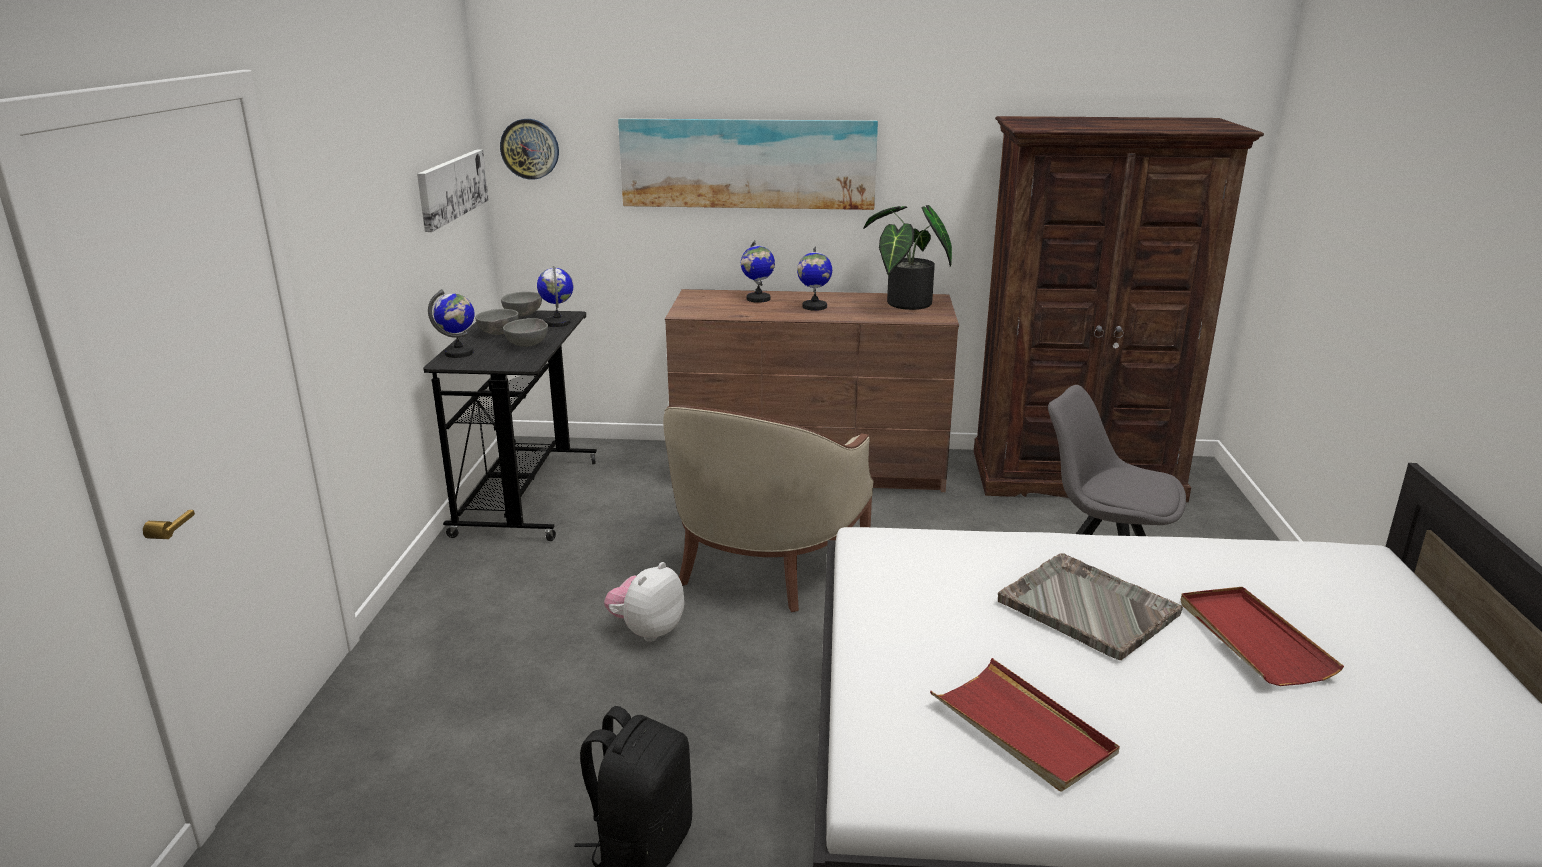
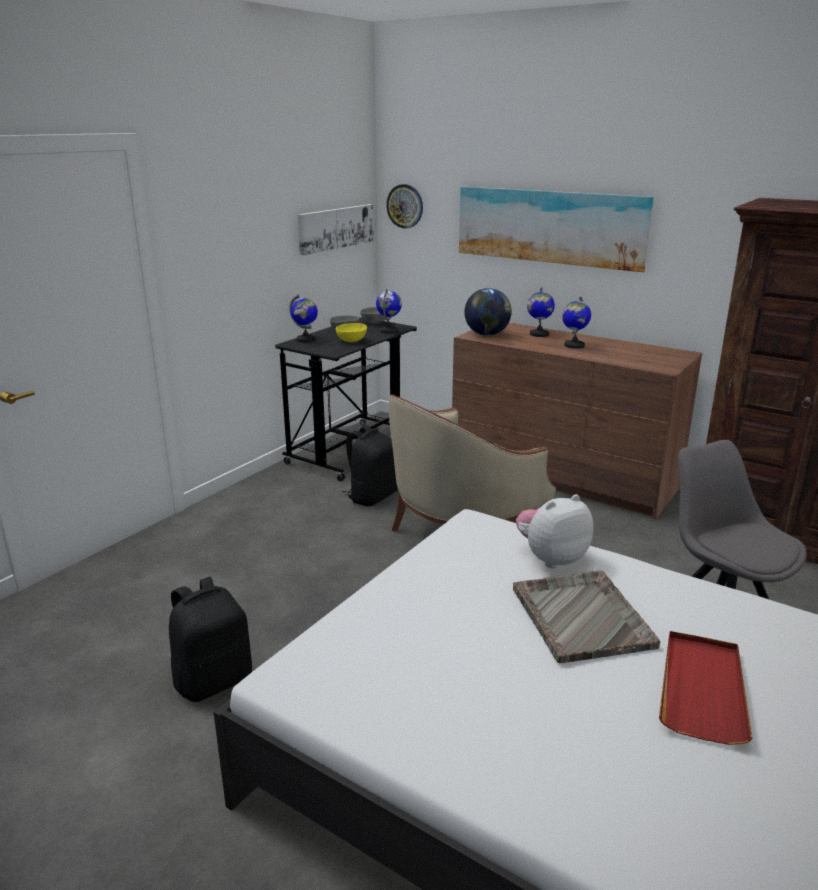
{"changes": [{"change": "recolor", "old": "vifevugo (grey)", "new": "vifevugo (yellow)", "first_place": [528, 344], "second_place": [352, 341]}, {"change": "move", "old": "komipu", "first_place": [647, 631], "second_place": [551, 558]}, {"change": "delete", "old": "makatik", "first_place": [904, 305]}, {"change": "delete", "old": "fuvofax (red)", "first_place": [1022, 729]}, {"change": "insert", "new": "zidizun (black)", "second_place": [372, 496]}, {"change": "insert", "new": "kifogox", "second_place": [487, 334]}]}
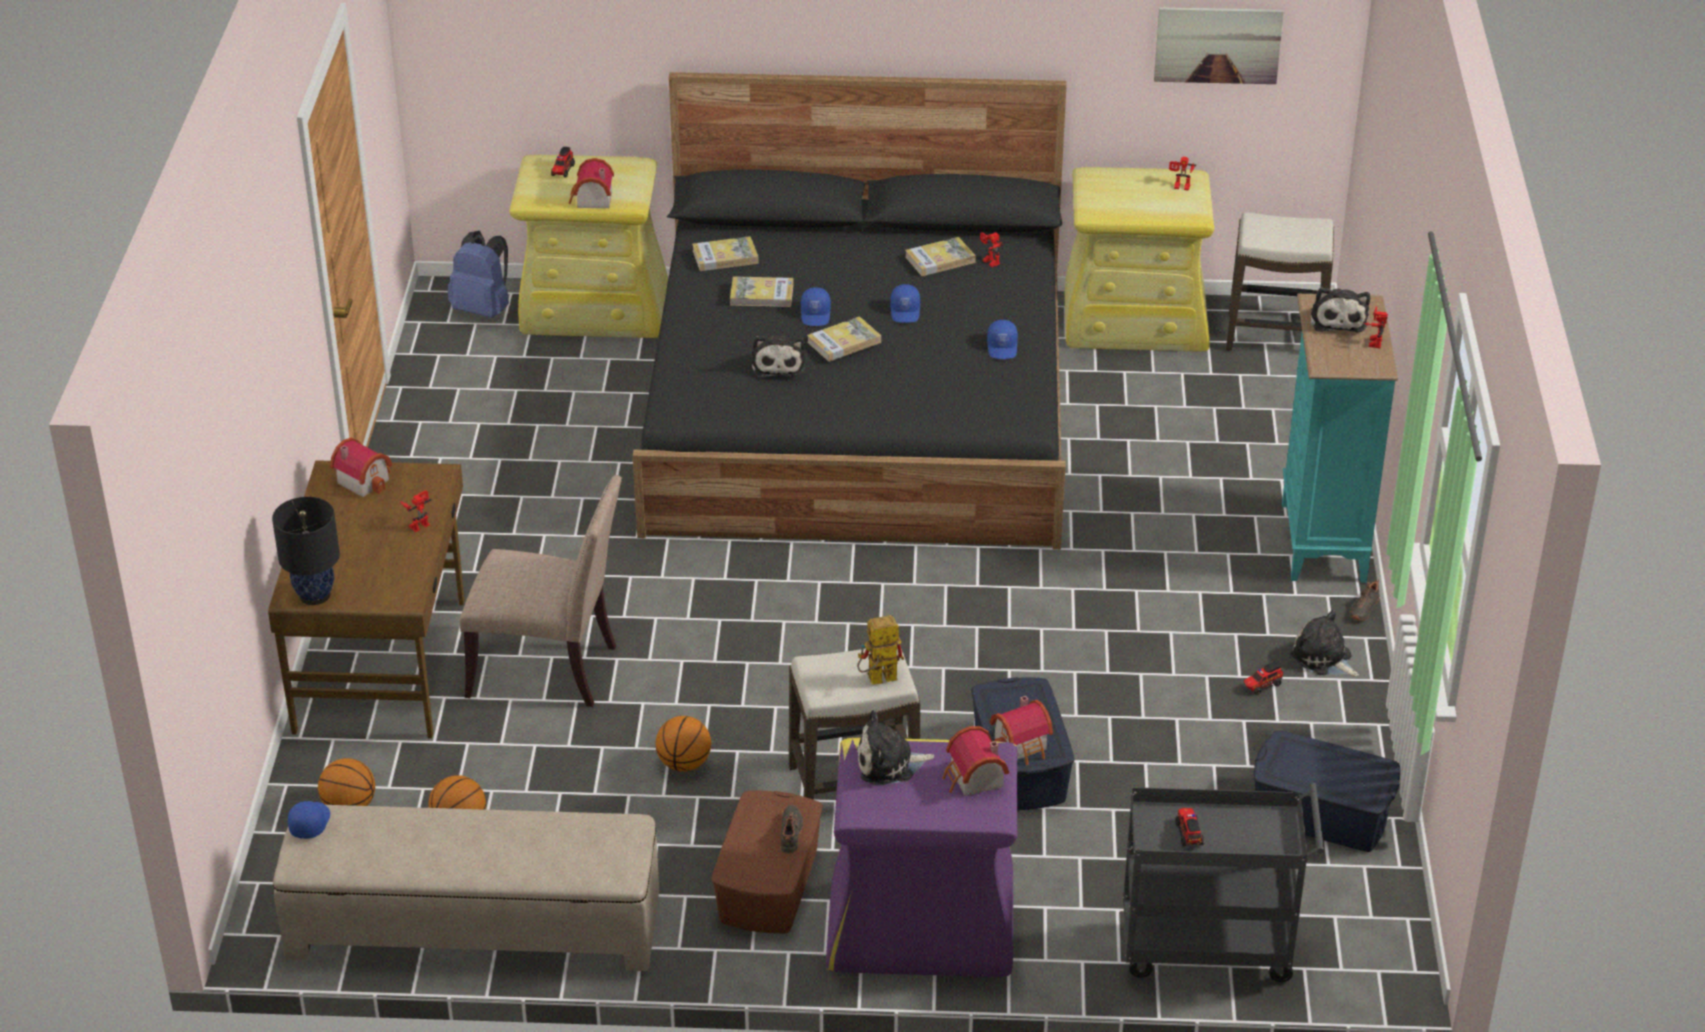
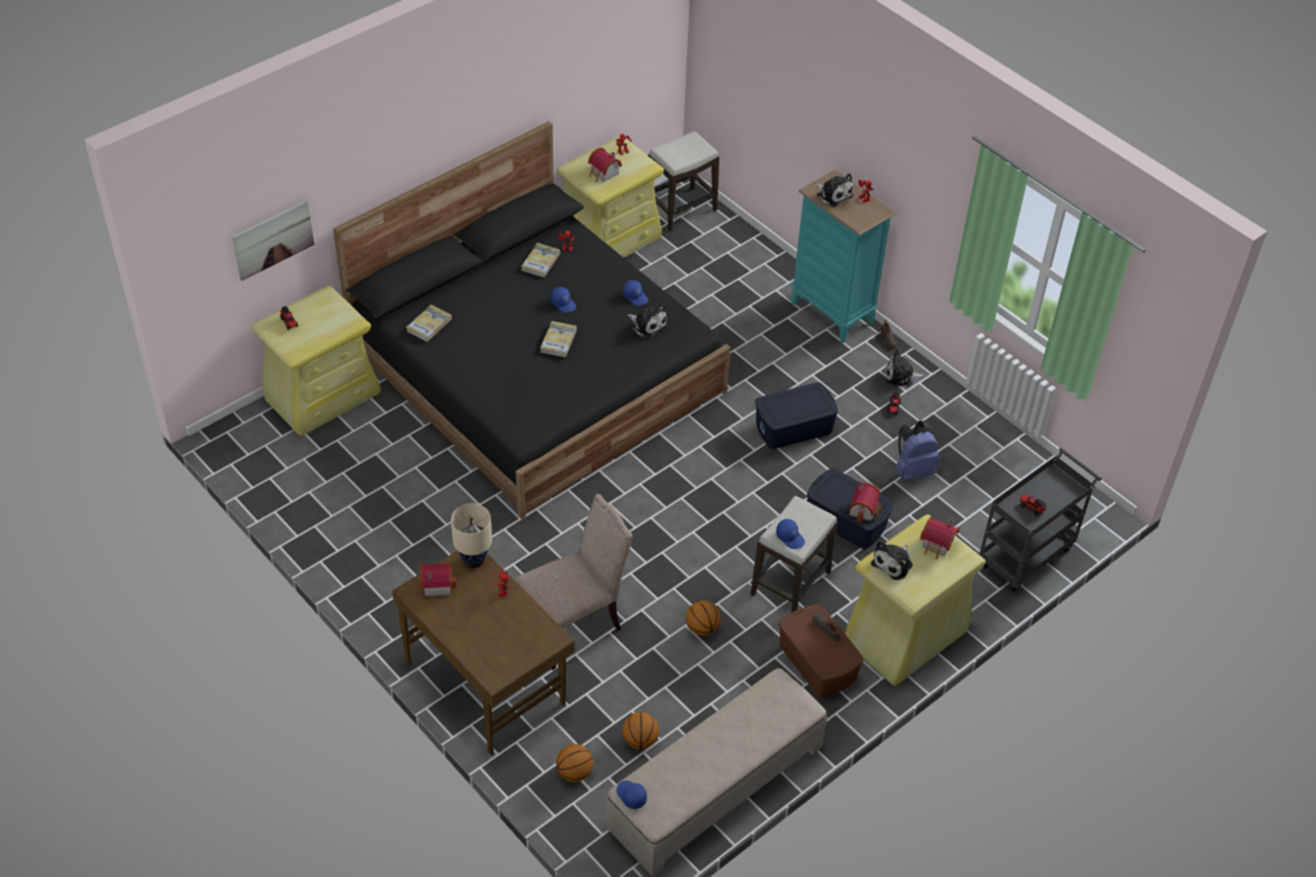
{"changes": [{"change": "delete", "old": "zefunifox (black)", "first_place": [315, 595]}, {"change": "move", "old": "zidizun (blue)", "first_place": [484, 309], "second_place": [913, 470]}, {"change": "move", "old": "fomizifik", "first_place": [591, 200], "second_place": [603, 174]}, {"change": "delete", "old": "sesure", "first_place": [761, 295]}, {"change": "move", "old": "komipu", "first_place": [778, 364], "second_place": [647, 325]}, {"change": "move", "old": "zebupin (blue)", "first_place": [816, 315], "second_place": [790, 537]}, {"change": "recolor", "old": "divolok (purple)", "new": "divolok (yellow)", "first_place": [919, 927], "second_place": [904, 634]}, {"change": "delete", "old": "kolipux", "first_place": [876, 680]}, {"change": "move", "old": "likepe", "first_place": [1218, 44], "second_place": [273, 239]}, {"change": "move", "old": "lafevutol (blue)", "first_place": [1321, 815], "second_place": [794, 428]}, {"change": "insert", "new": "zefunifox (beige)", "second_place": [473, 560]}]}
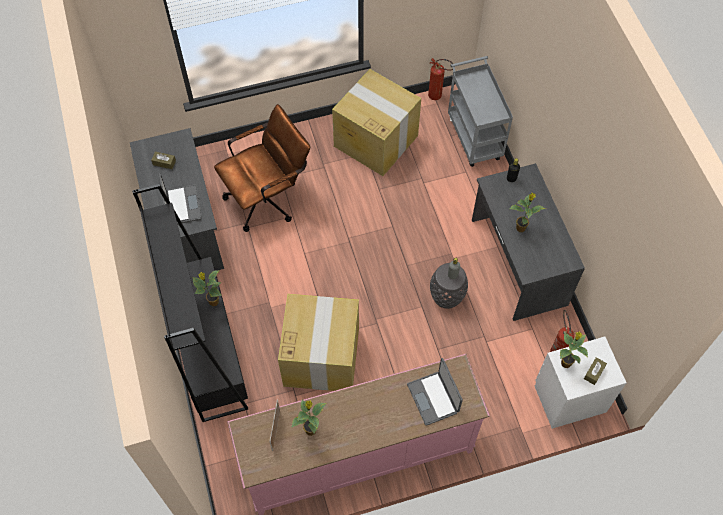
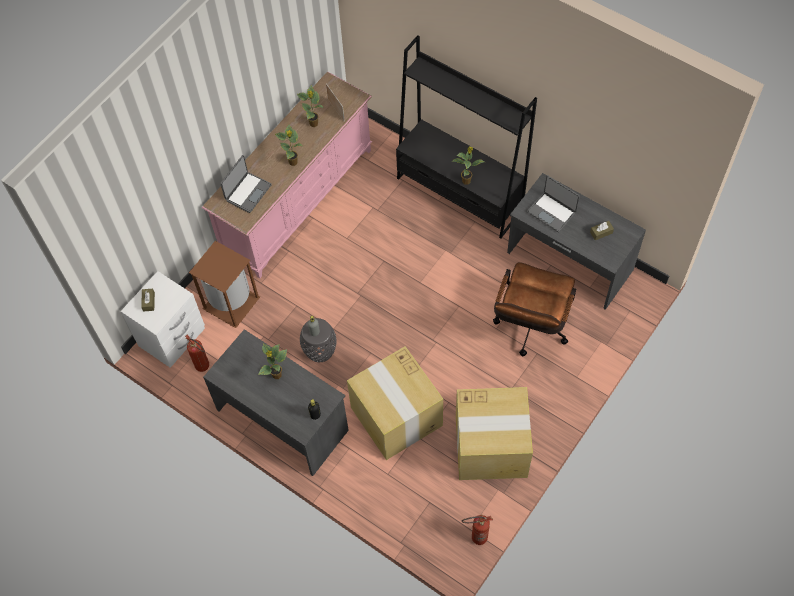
{"changes": [{"change": "move", "old": "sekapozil", "first_place": [321, 356], "second_place": [397, 417]}, {"change": "rotate", "old": "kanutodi", "first_place": [434, 398], "second_place": [247, 192], "degrees": 90}, {"change": "delete", "old": "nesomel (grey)", "first_place": [473, 138]}, {"change": "move", "old": "makatik", "first_place": [566, 362], "second_place": [293, 162]}, {"change": "insert", "new": "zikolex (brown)", "second_place": [231, 302]}]}
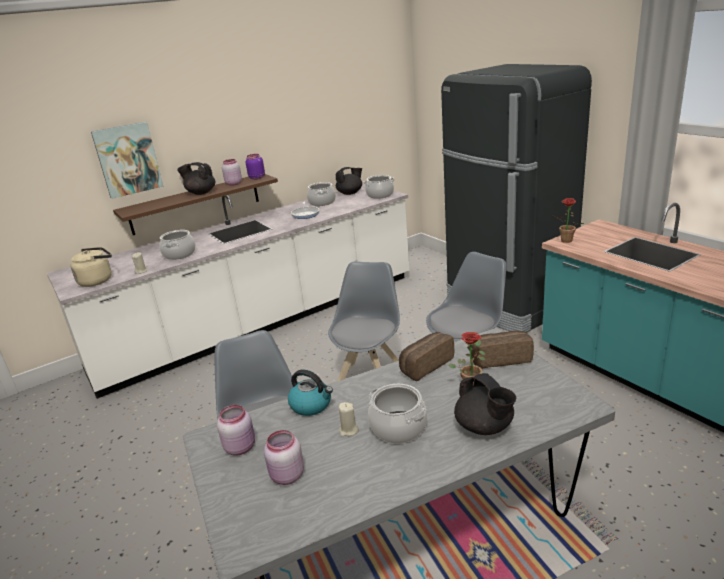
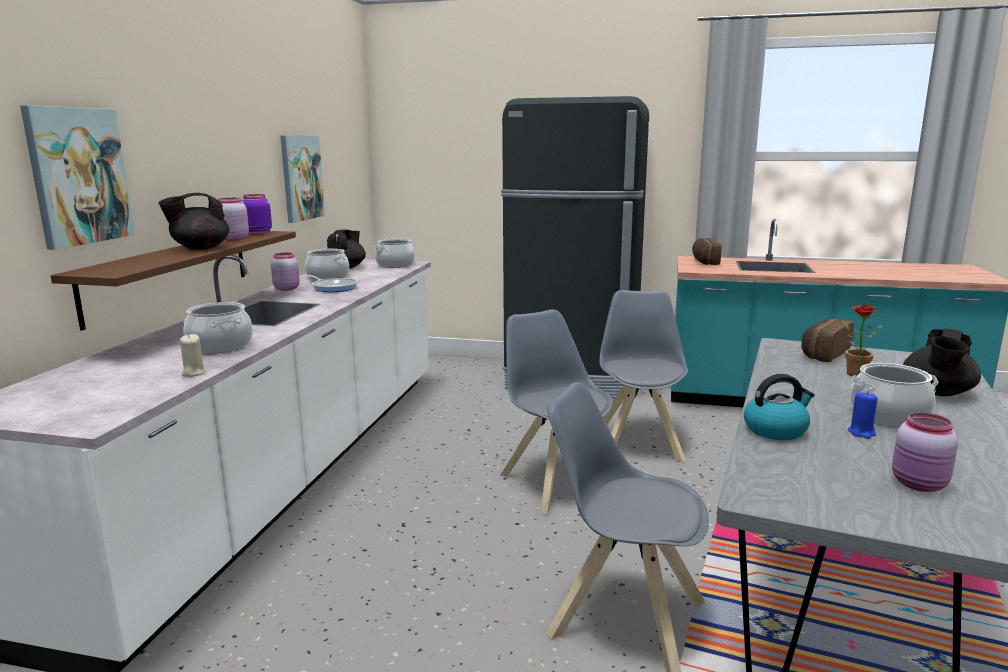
{"changes": [{"change": "delete", "old": "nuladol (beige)", "first_place": [98, 280]}, {"change": "move", "old": "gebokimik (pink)", "first_place": [241, 447], "second_place": [286, 288]}, {"change": "recolor", "old": "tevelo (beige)", "new": "tevelo (blue)", "first_place": [348, 430], "second_place": [861, 433]}, {"change": "move", "old": "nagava", "first_place": [425, 365], "second_place": [704, 261]}, {"change": "rotate", "old": "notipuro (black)", "first_place": [485, 427], "second_place": [937, 392], "degrees": 105}, {"change": "delete", "old": "makatik", "first_place": [564, 241]}, {"change": "insert", "new": "likepe", "second_place": [301, 177]}]}
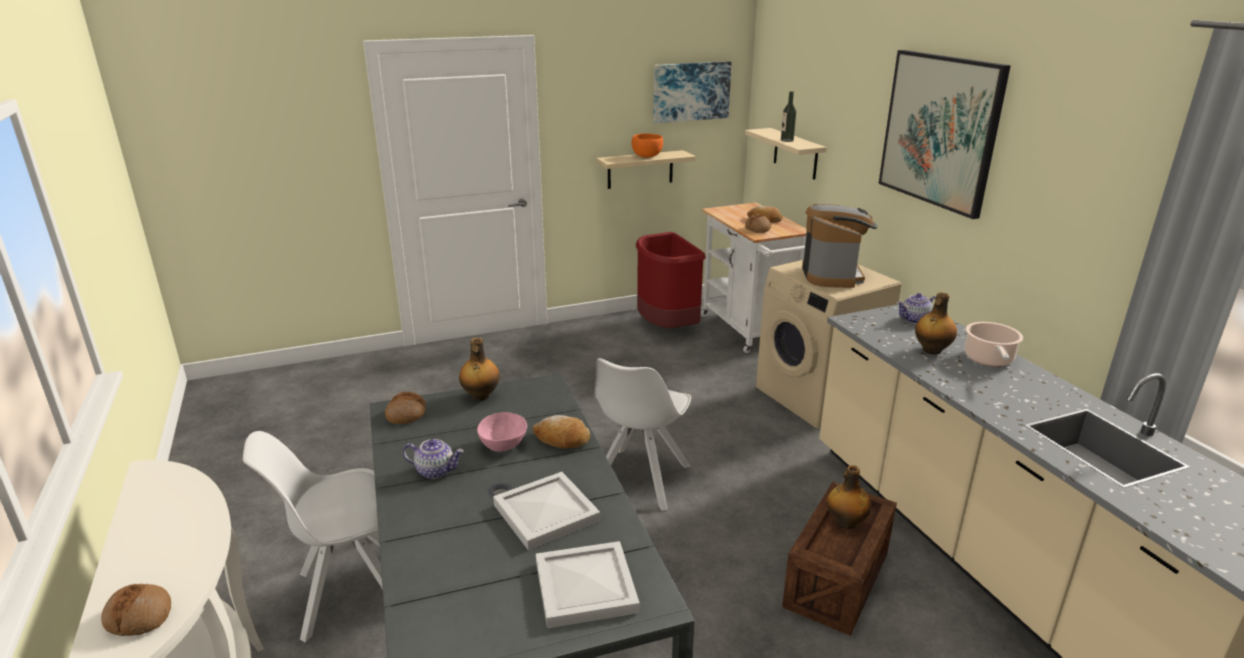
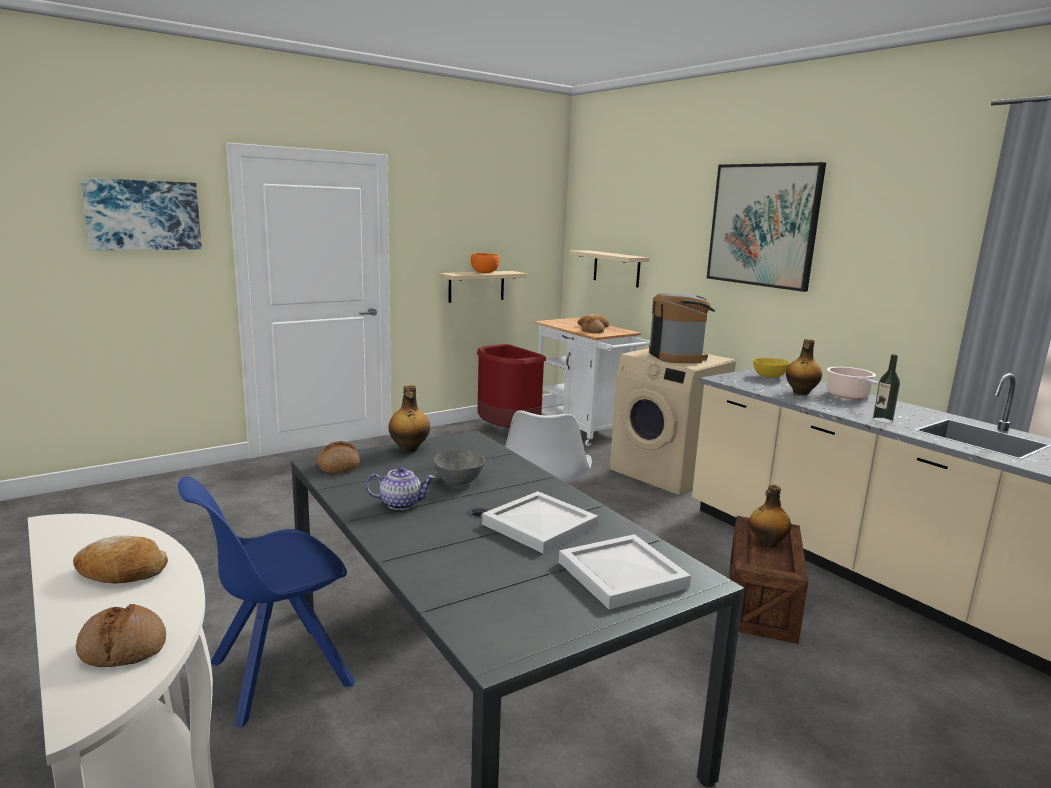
{"changes": [{"change": "recolor", "old": "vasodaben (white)", "new": "vasodaben (blue)", "first_place": [350, 593], "second_place": [278, 674]}, {"change": "recolor", "old": "vifevugo (pink)", "new": "vifevugo (grey)", "first_place": [504, 445], "second_place": [459, 481]}, {"change": "move", "old": "nagava", "first_place": [561, 439], "second_place": [121, 572]}, {"change": "move", "old": "likepe", "first_place": [691, 91], "second_place": [143, 215]}, {"change": "move", "old": "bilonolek", "first_place": [787, 140], "second_place": [882, 420]}, {"change": "replace", "old": "notipuro", "new": "vifevugo (yellow)", "first_place": [915, 320], "second_place": [770, 377]}]}
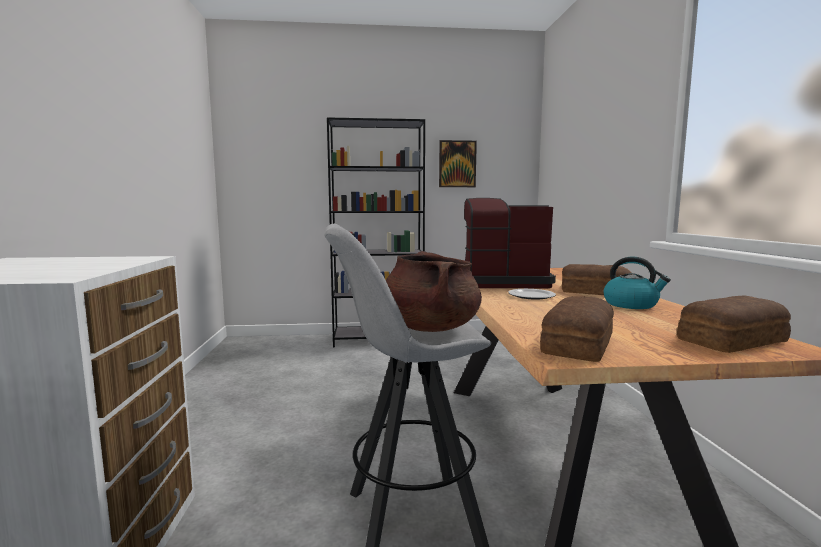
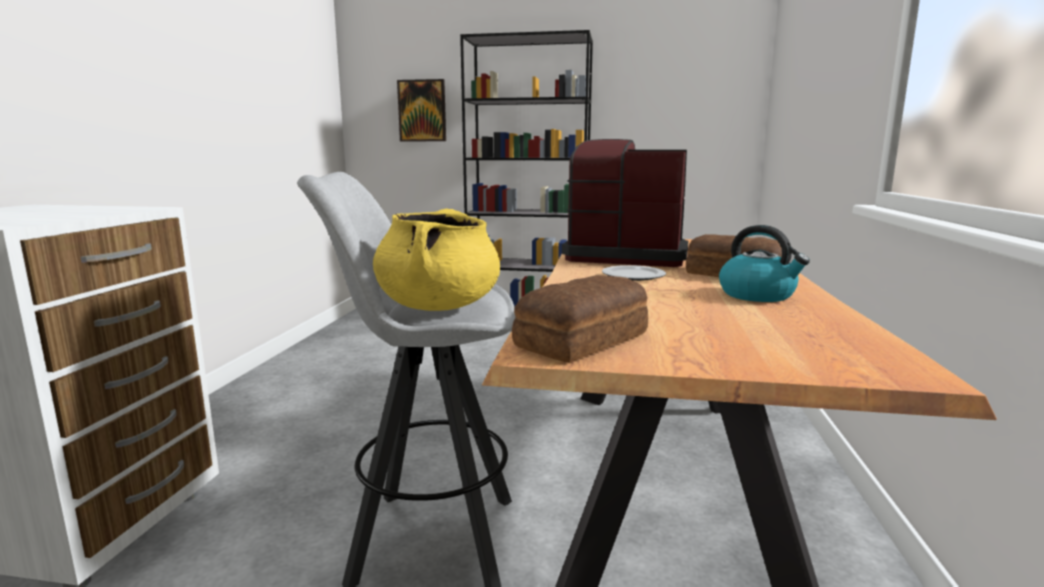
{"changes": [{"change": "recolor", "old": "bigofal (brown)", "new": "bigofal (yellow)", "first_place": [430, 328], "second_place": [439, 306]}, {"change": "move", "old": "likepe", "first_place": [457, 164], "second_place": [422, 111]}, {"change": "delete", "old": "nagava", "first_place": [728, 340]}]}
